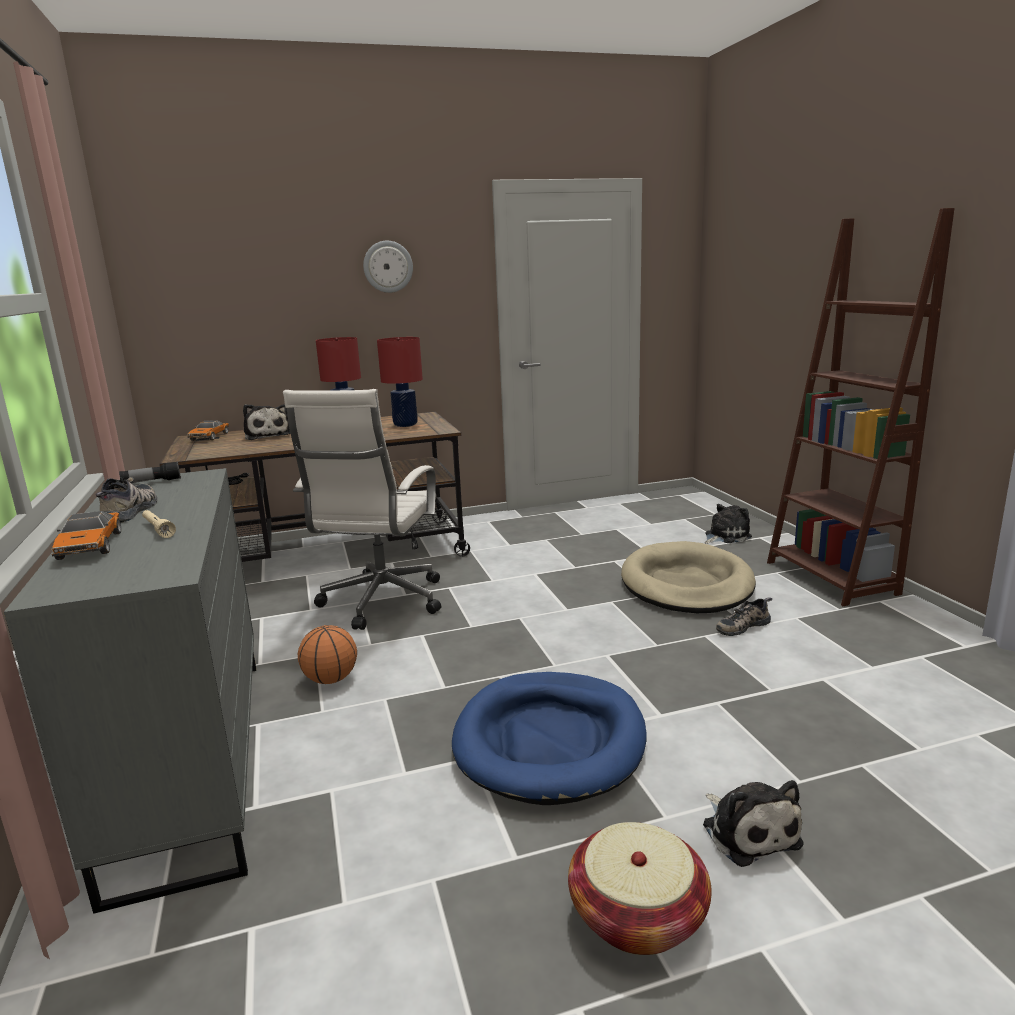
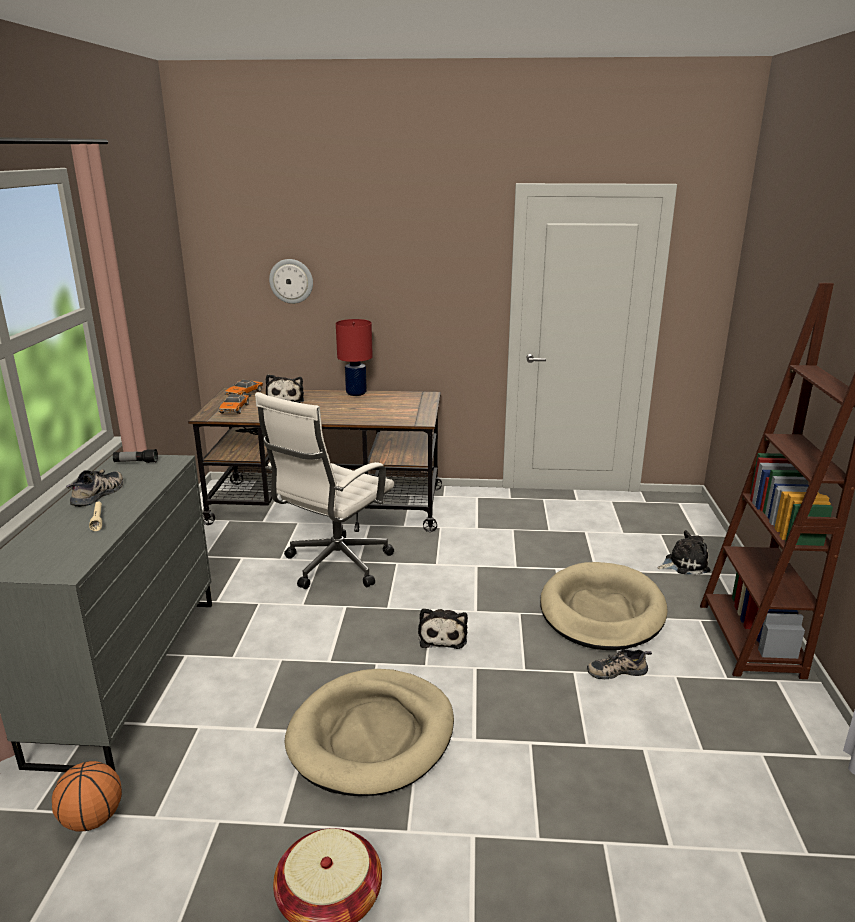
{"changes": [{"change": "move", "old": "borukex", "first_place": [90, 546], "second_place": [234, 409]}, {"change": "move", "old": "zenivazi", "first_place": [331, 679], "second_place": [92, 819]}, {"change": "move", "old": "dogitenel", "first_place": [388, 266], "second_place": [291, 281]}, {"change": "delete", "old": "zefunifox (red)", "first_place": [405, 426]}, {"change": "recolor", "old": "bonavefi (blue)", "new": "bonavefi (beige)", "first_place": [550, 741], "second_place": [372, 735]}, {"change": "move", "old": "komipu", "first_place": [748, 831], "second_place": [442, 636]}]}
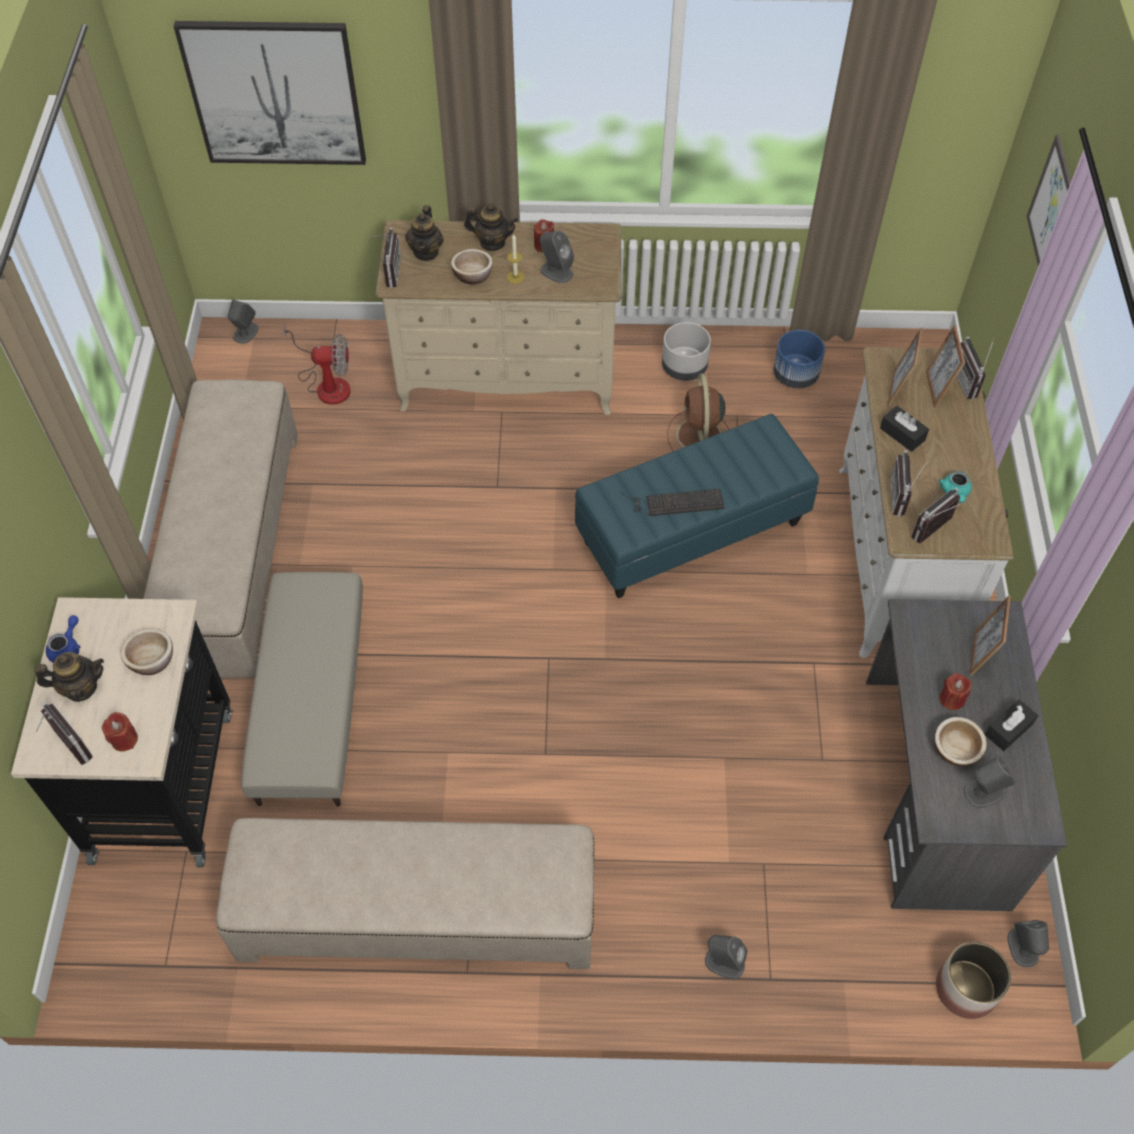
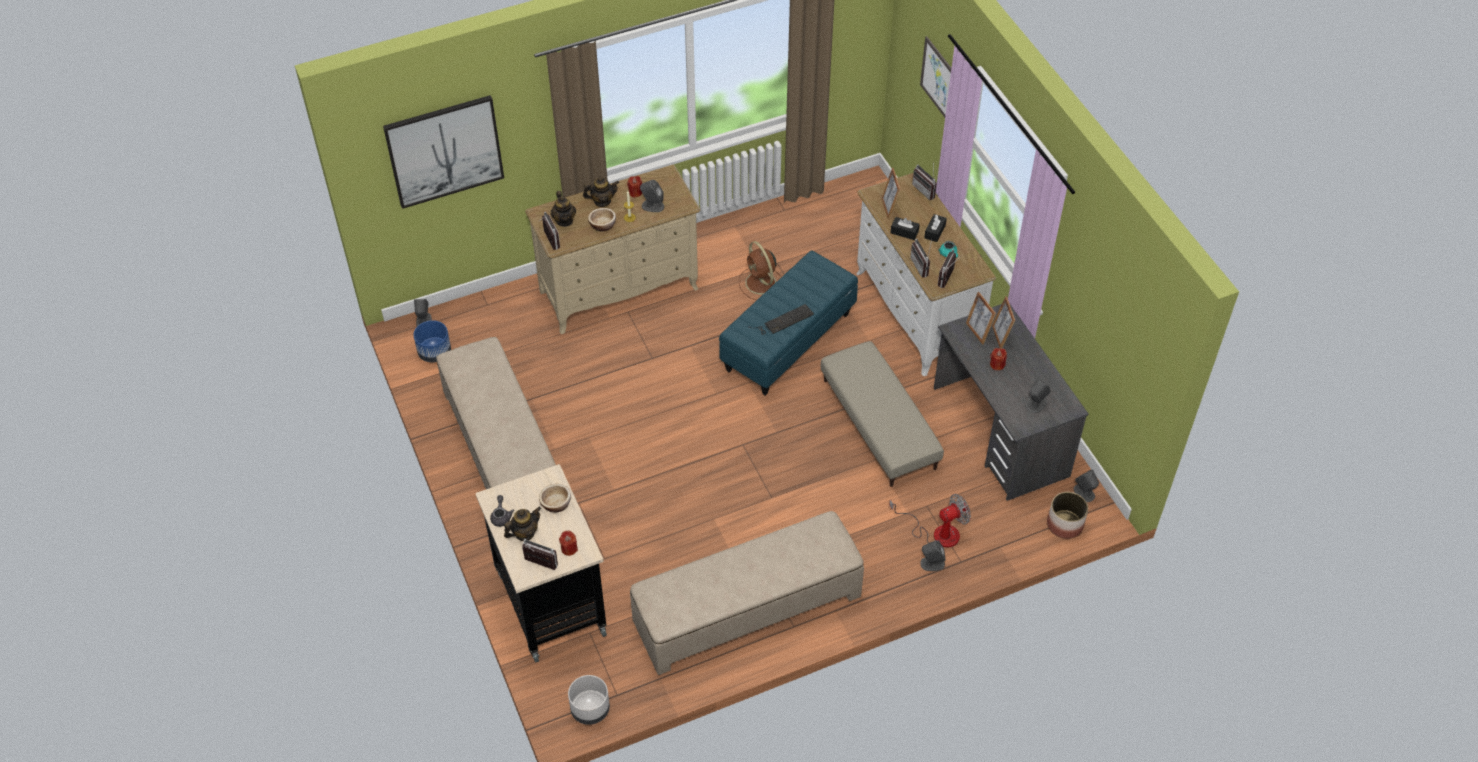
{"changes": [{"change": "recolor", "old": "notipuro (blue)", "new": "notipuro (grey)", "first_place": [67, 648], "second_place": [501, 516]}, {"change": "move", "old": "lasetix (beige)", "first_place": [312, 700], "second_place": [879, 423]}, {"change": "move", "old": "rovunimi", "first_place": [326, 384], "second_place": [937, 532]}, {"change": "move", "old": "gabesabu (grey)", "first_place": [684, 368], "second_place": [590, 709]}, {"change": "move", "old": "gabesabu (blue)", "first_place": [795, 375], "second_place": [434, 352]}, {"change": "move", "old": "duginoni", "first_place": [937, 389], "second_place": [978, 332]}, {"change": "delete", "old": "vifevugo", "first_place": [955, 749]}, {"change": "move", "old": "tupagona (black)", "first_place": [1008, 729], "second_place": [934, 232]}]}
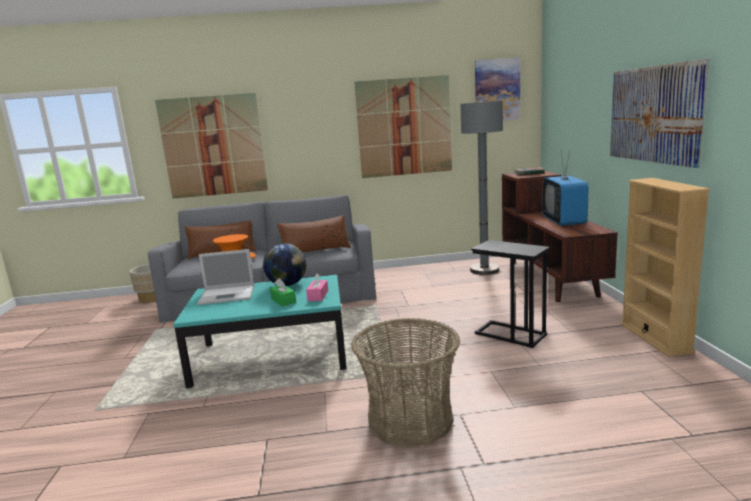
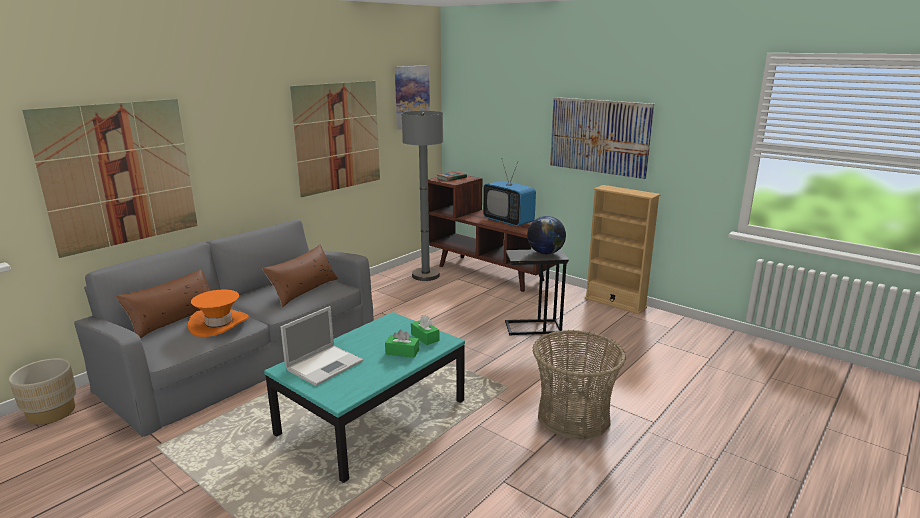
{"changes": [{"change": "move", "old": "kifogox", "first_place": [287, 285], "second_place": [545, 253]}, {"change": "recolor", "old": "tupagona (pink)", "new": "tupagona (green)", "first_place": [318, 296], "second_place": [425, 337]}]}
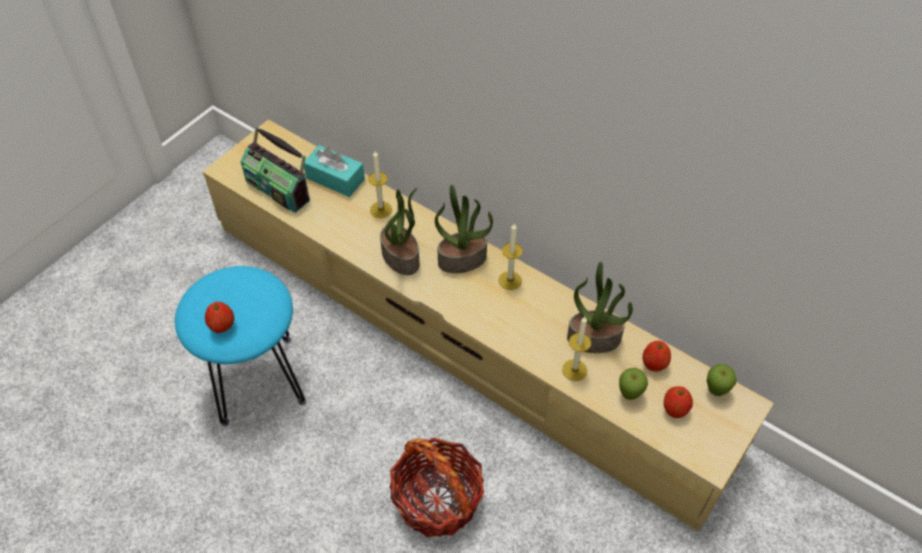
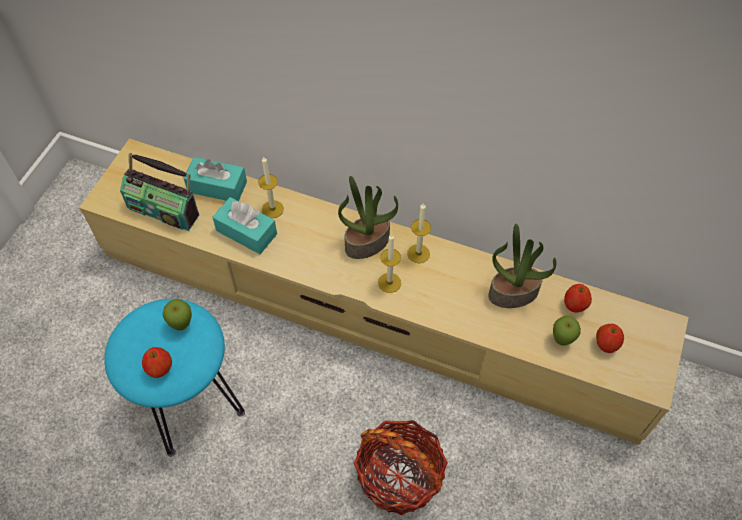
{"changes": [{"change": "delete", "old": "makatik", "first_place": [401, 257]}, {"change": "move", "old": "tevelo", "first_place": [574, 370], "second_place": [389, 282]}, {"change": "move", "old": "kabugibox", "first_place": [716, 391], "second_place": [182, 325]}, {"change": "insert", "new": "tupagona (turquoise)", "second_place": [246, 232]}]}
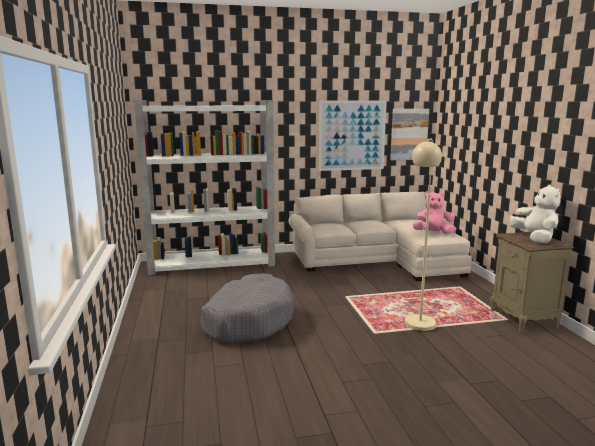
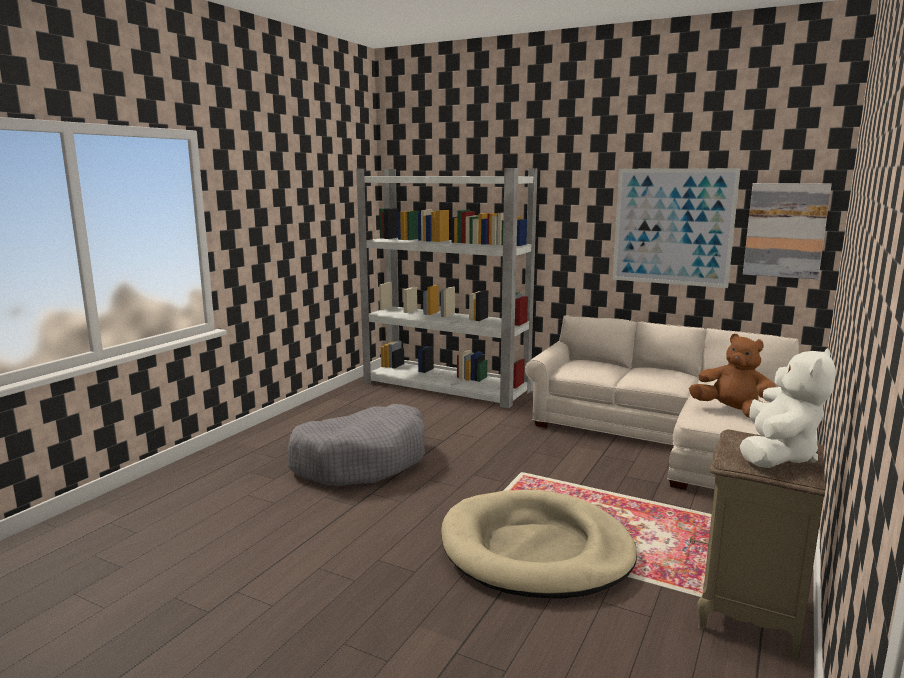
{"changes": [{"change": "replace", "old": "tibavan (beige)", "new": "bonavefi (beige)", "first_place": [418, 328], "second_place": [536, 550]}, {"change": "recolor", "old": "komipu (pink)", "new": "komipu (brown)", "first_place": [433, 233], "second_place": [732, 412]}]}
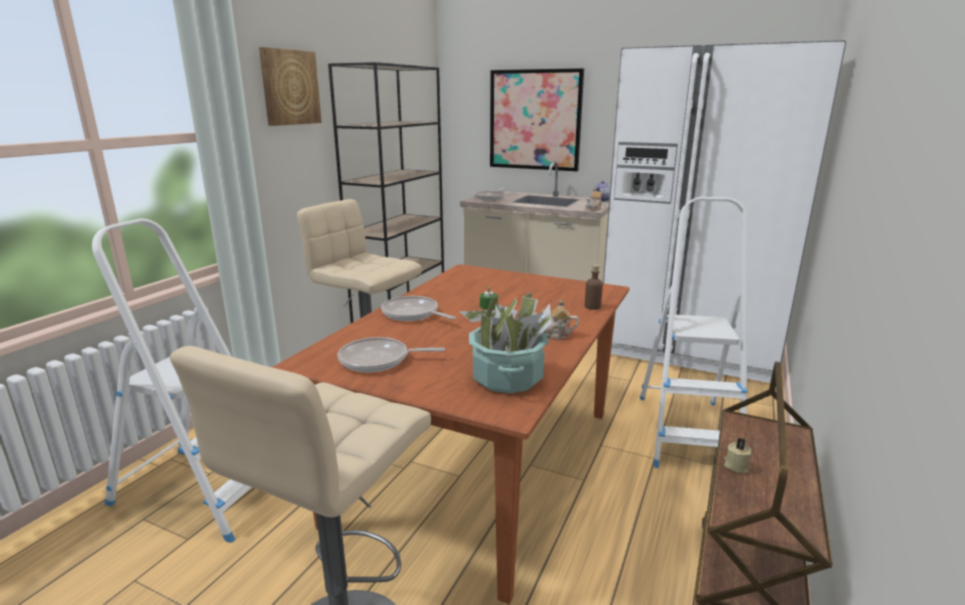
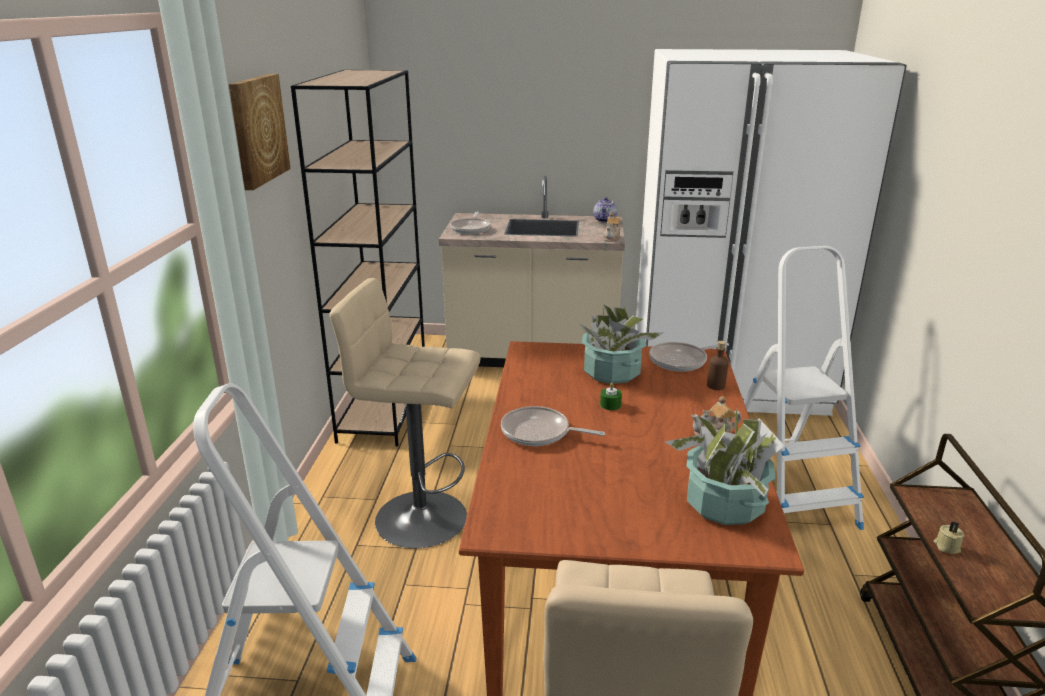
{"changes": [{"change": "move", "old": "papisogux", "first_place": [378, 360], "second_place": [681, 361]}, {"change": "delete", "old": "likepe", "first_place": [535, 120]}, {"change": "insert", "new": "makatik", "second_place": [611, 372]}]}
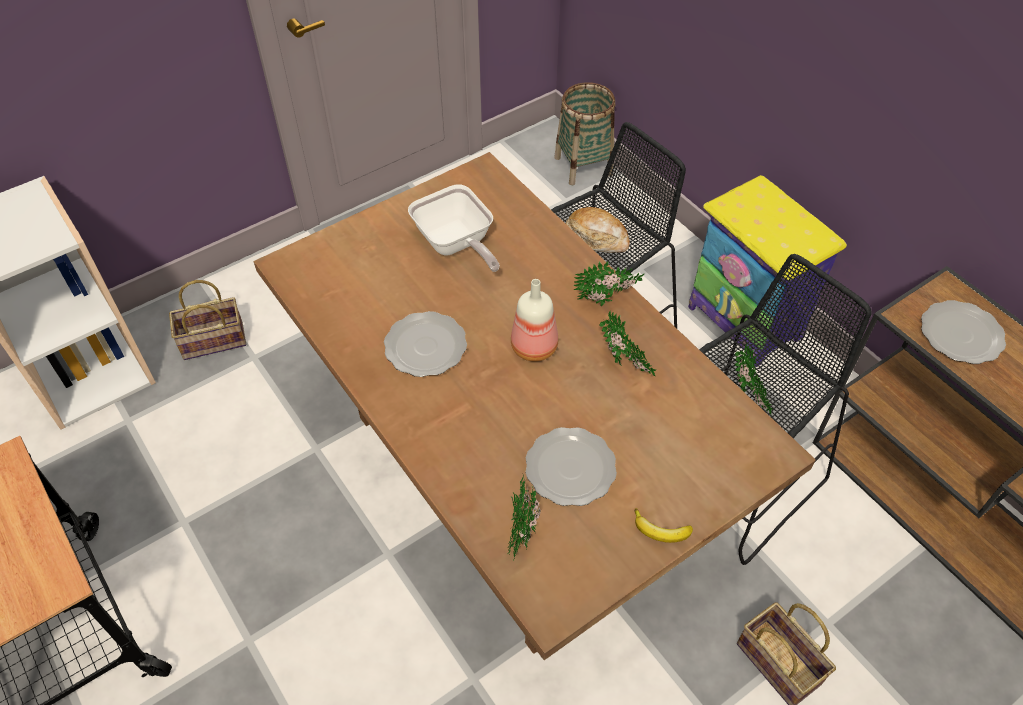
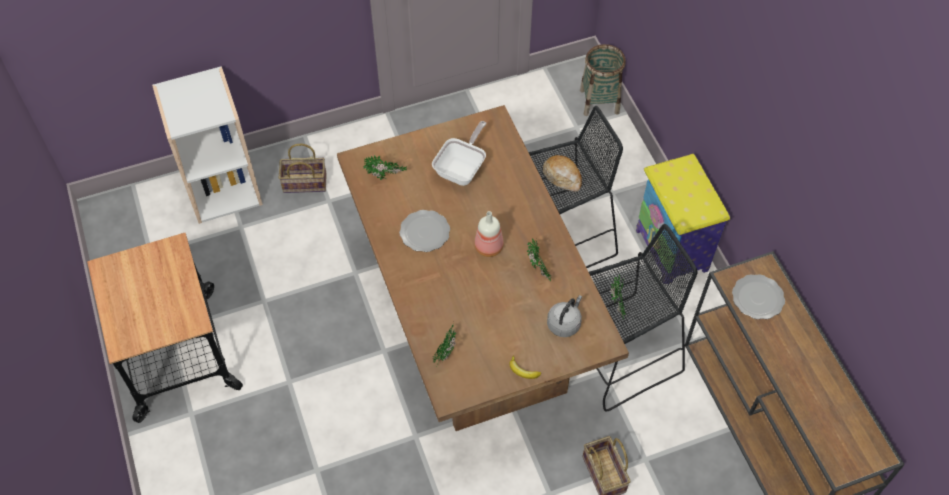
{"changes": [{"change": "rotate", "old": "papisogux", "first_place": [456, 245], "second_place": [462, 169], "degrees": -135}, {"change": "delete", "old": "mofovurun", "first_place": [571, 467]}, {"change": "move", "old": "makatik", "first_place": [607, 301], "second_place": [385, 178]}, {"change": "insert", "new": "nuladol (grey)", "second_place": [564, 323]}]}
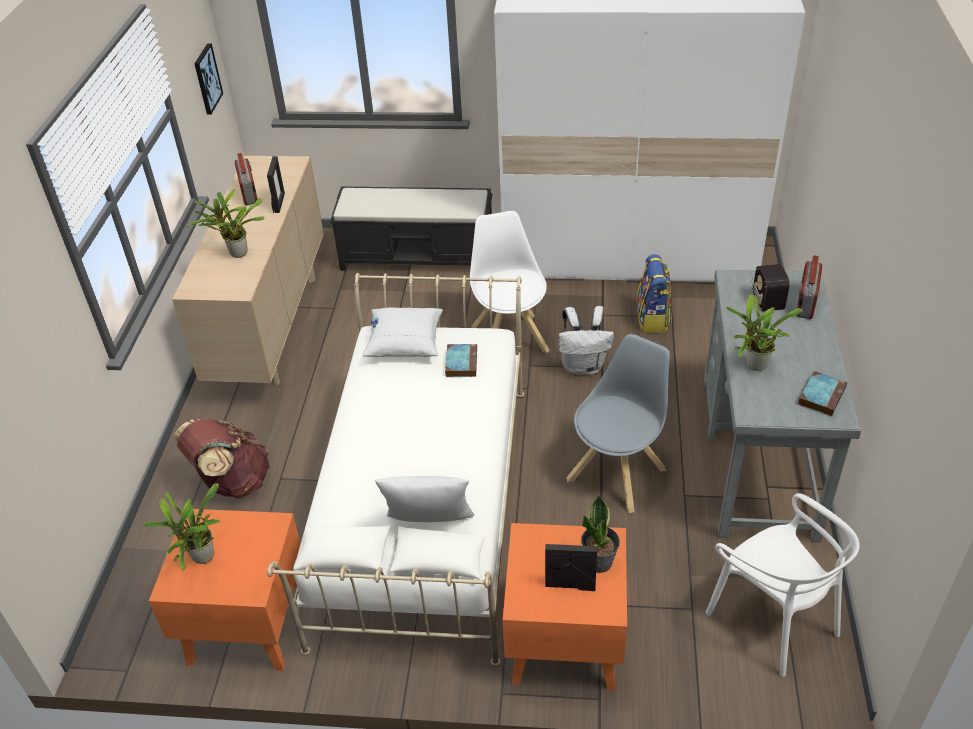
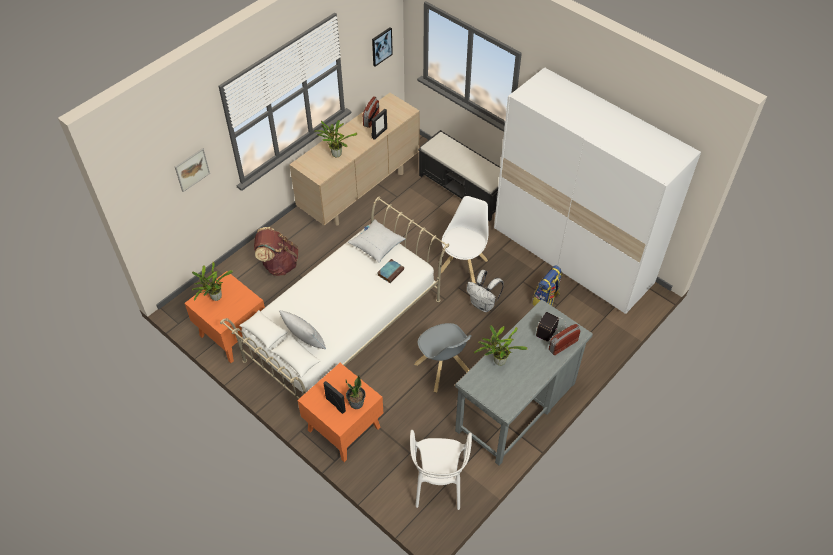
{"changes": [{"change": "rotate", "old": "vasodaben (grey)", "first_place": [618, 472], "second_place": [443, 370], "degrees": 75}, {"change": "delete", "old": "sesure", "first_place": [821, 396]}, {"change": "insert", "new": "likepe", "second_place": [192, 169]}]}
